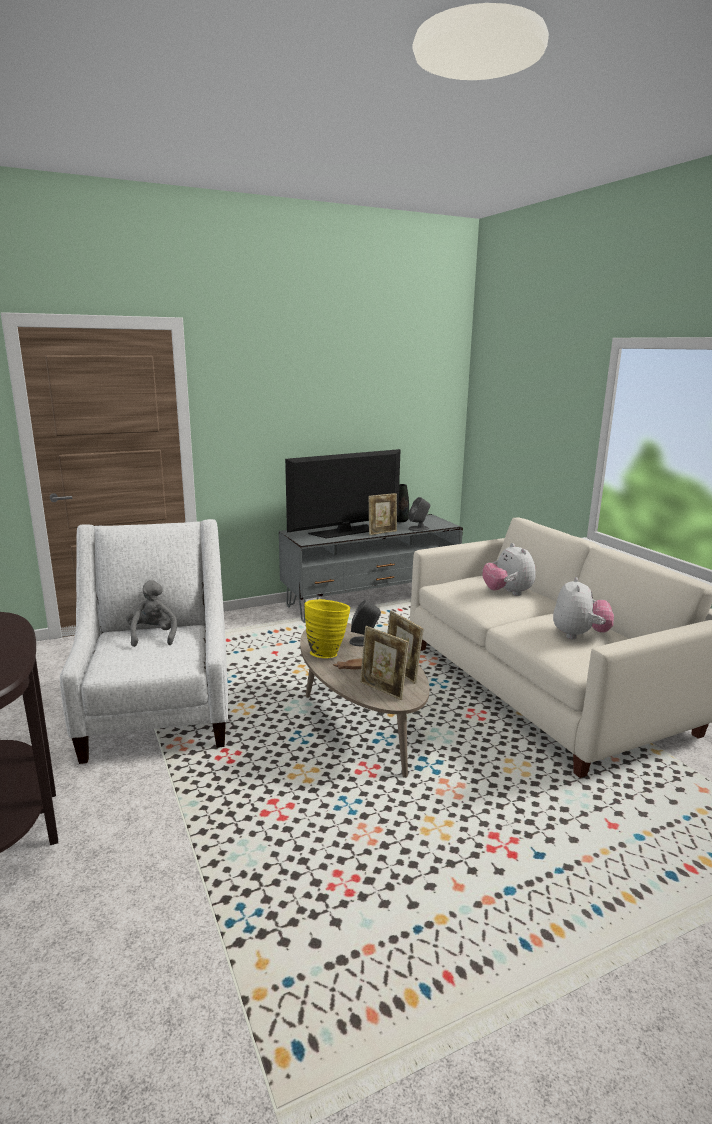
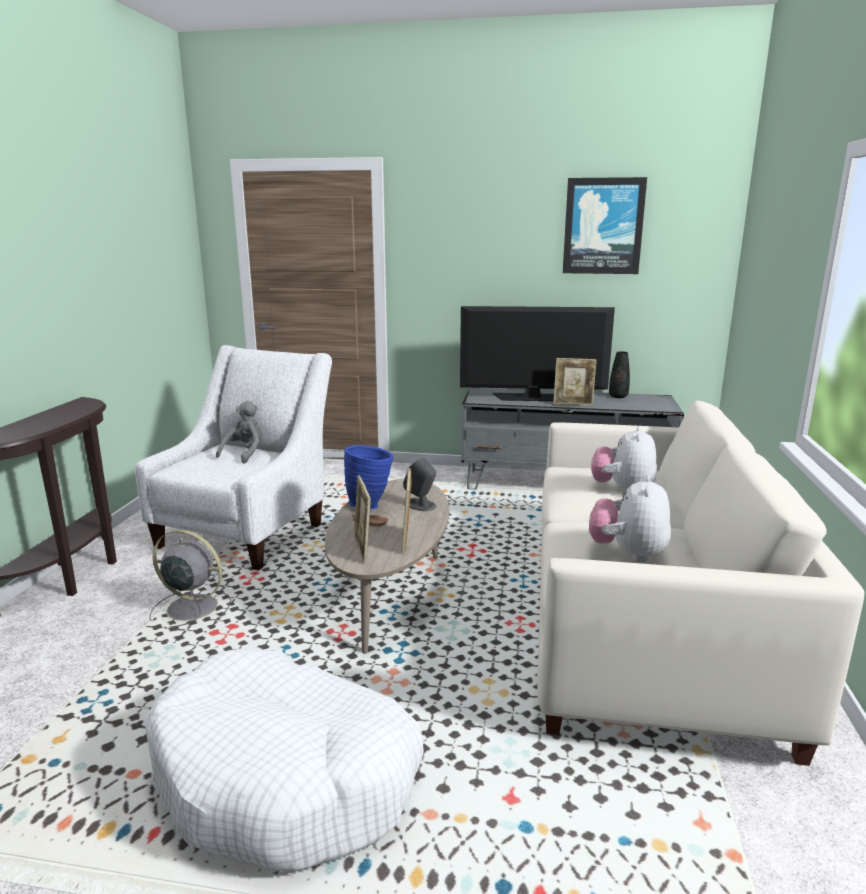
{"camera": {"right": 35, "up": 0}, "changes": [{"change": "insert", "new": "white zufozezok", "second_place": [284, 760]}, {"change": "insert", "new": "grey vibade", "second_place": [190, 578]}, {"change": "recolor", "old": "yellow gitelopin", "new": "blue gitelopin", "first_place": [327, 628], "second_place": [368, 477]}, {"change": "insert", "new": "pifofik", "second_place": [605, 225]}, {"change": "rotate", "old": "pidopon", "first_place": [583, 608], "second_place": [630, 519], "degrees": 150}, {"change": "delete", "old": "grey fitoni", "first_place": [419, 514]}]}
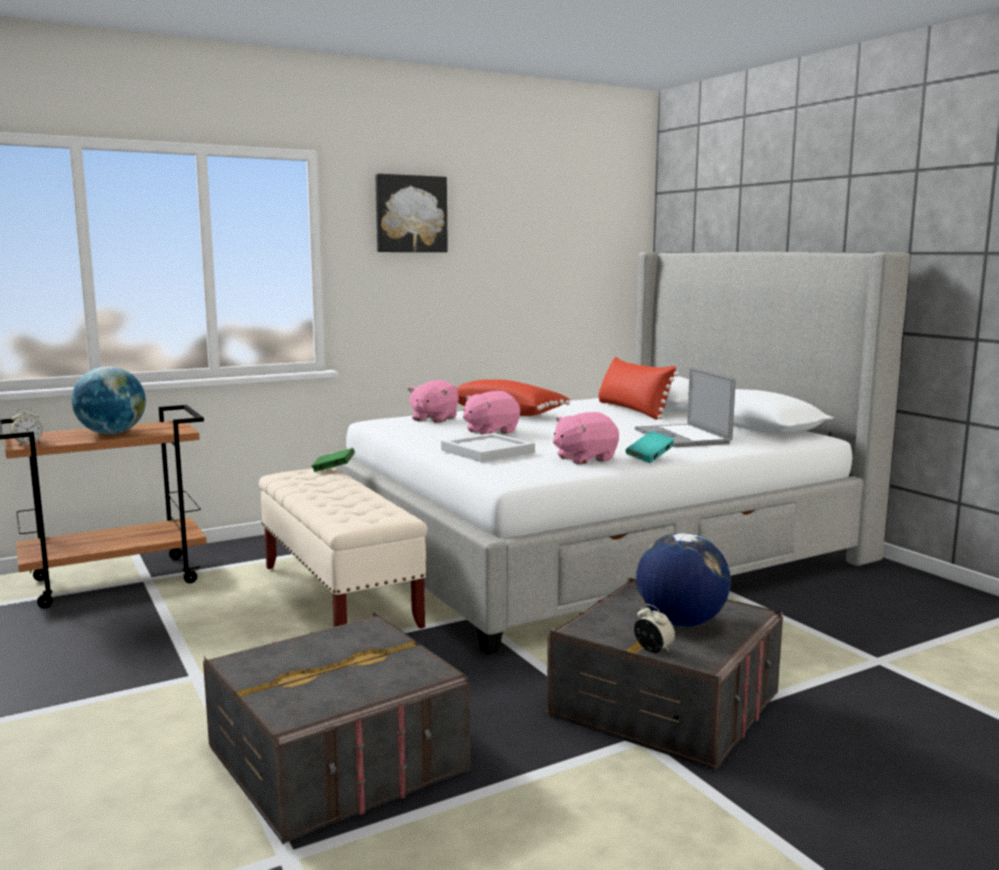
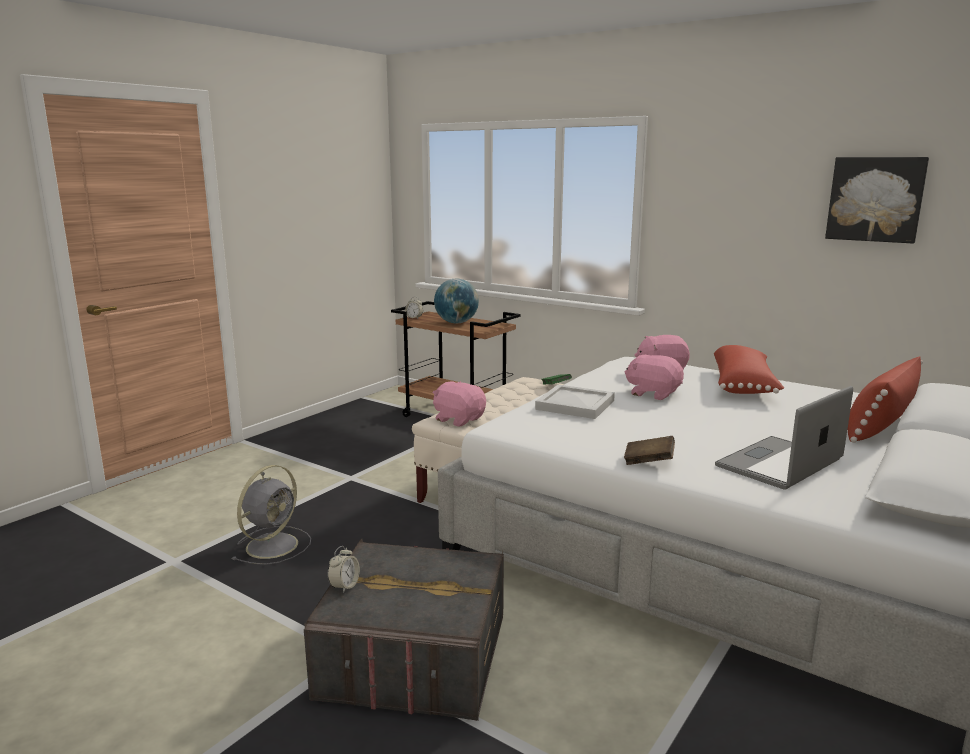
{"camera": {"right": 65, "up": 5}, "changes": [{"change": "replace", "old": "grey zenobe", "new": "grey vibade", "first_place": [336, 728], "second_place": [271, 515]}, {"change": "move", "old": "pink pidopon", "first_place": [586, 438], "second_place": [459, 404]}, {"change": "recolor", "old": "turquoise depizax", "new": "brown depizax", "first_place": [650, 447], "second_place": [649, 450]}, {"change": "move", "old": "pifofik", "first_place": [411, 213], "second_place": [877, 200]}, {"change": "delete", "old": "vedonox", "first_place": [683, 580]}]}
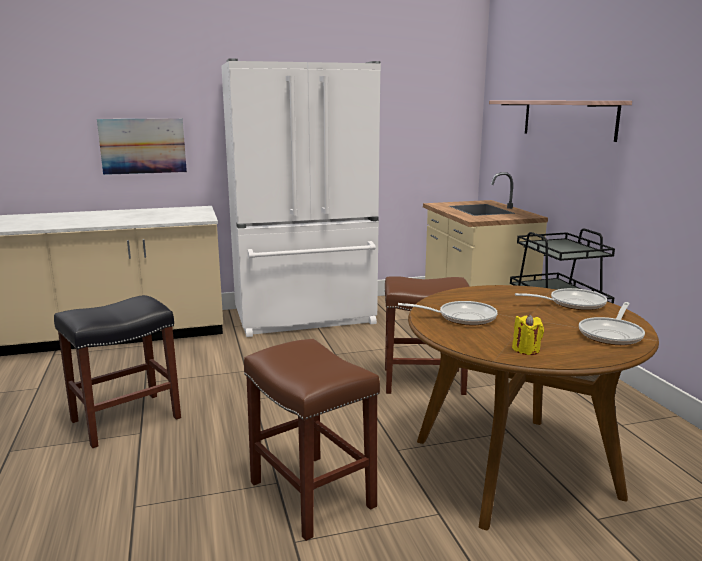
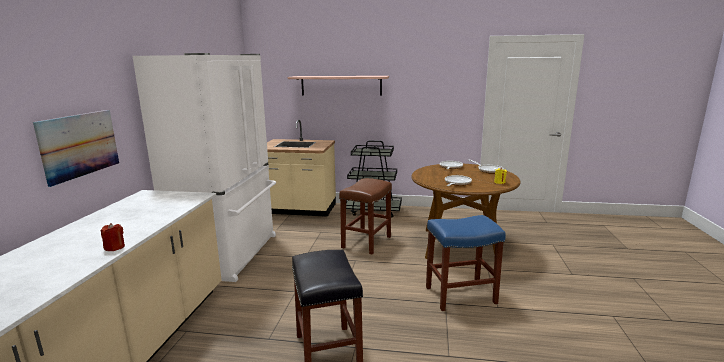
{"camera": {"right": -65, "up": 0}, "changes": [{"change": "insert", "new": "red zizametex", "second_place": [113, 237]}, {"change": "recolor", "old": "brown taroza", "new": "blue taroza", "first_place": [312, 440], "second_place": [466, 263]}]}
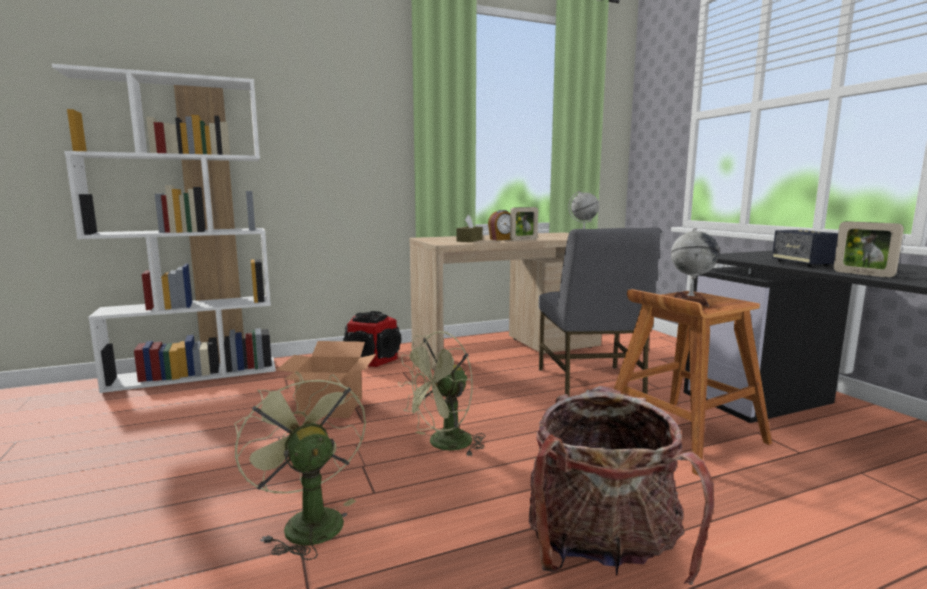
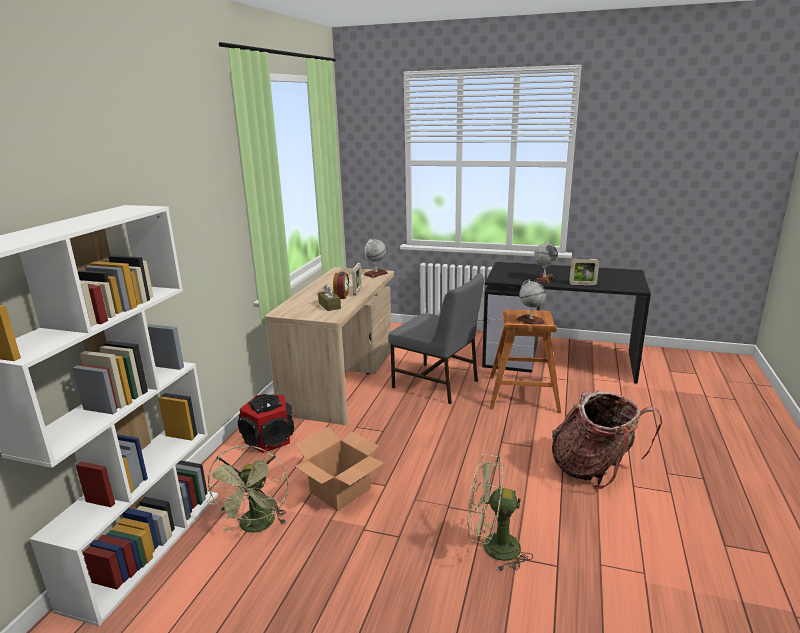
{"camera": {"right": -50, "up": 10}, "changes": [{"change": "move", "old": "green vibade", "first_place": [441, 393], "second_place": [246, 489]}, {"change": "replace", "old": "fitoni", "new": "vedonox", "first_place": [805, 248], "second_place": [546, 262]}]}
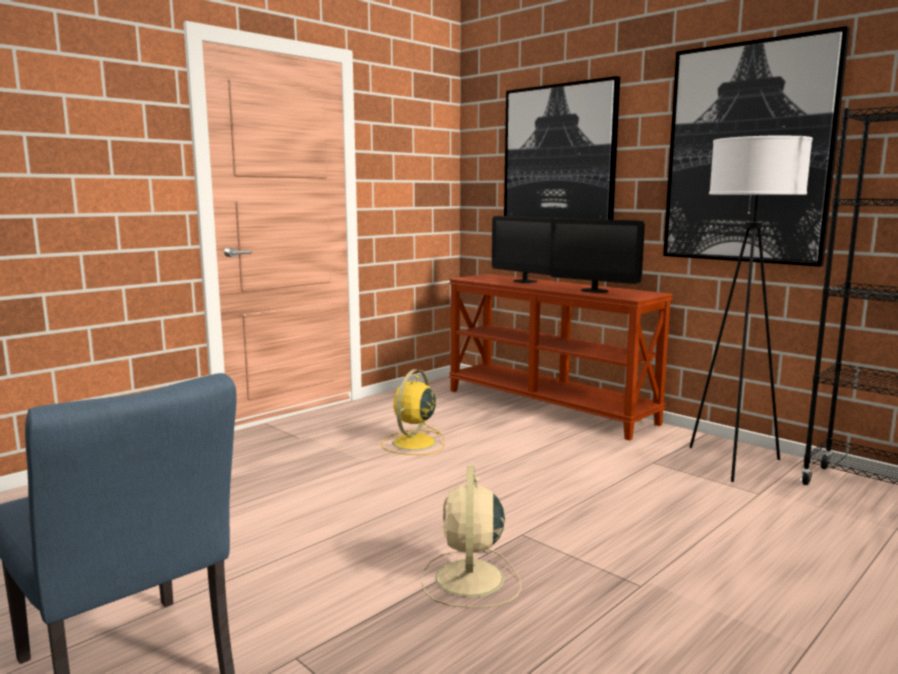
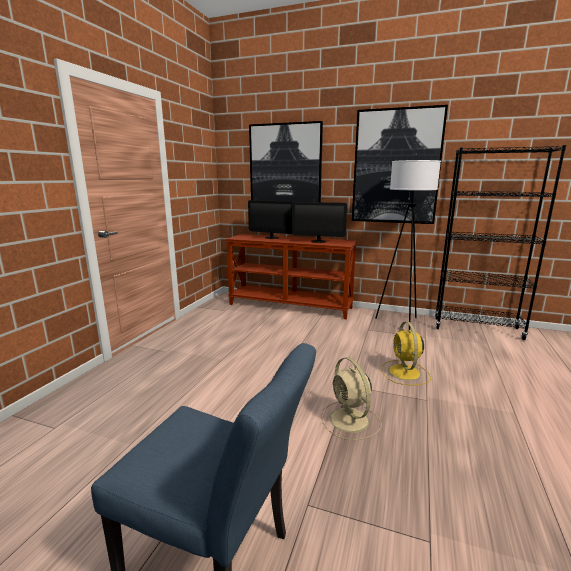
{"camera": {"right": -25, "up": 5}, "changes": [{"change": "move", "old": "yellow vibade", "first_place": [413, 412], "second_place": [406, 353]}]}
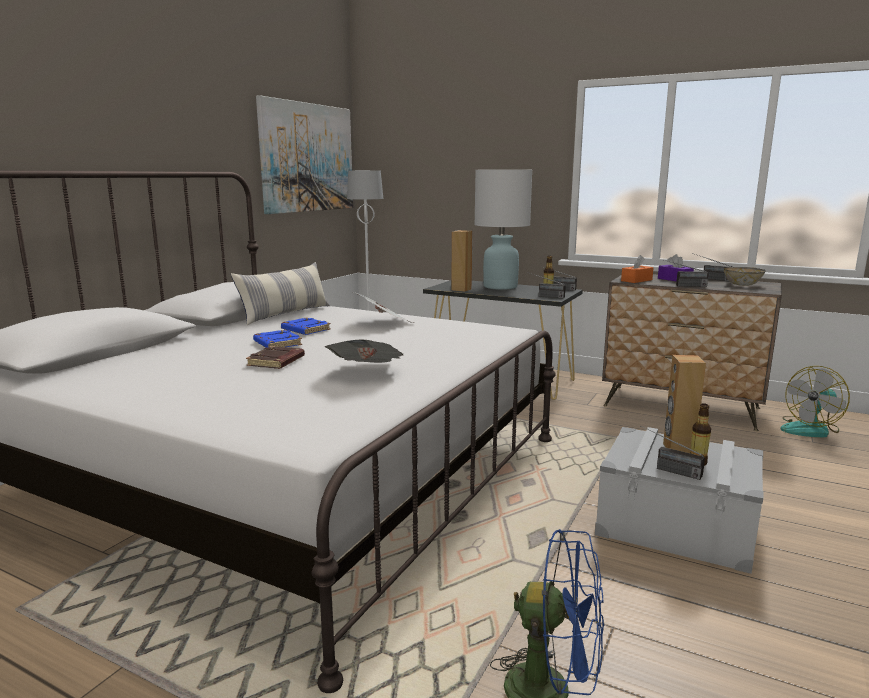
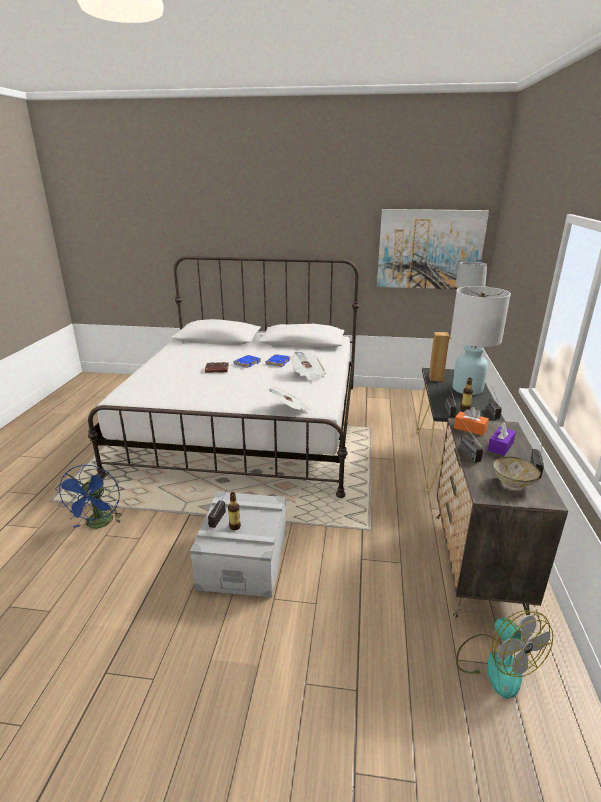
{"camera": {"right": 70, "up": 10}, "changes": [{"change": "move", "old": "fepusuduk", "first_place": [364, 351], "second_place": [289, 399]}, {"change": "rotate", "old": "vibade", "first_place": [815, 401], "second_place": [504, 654], "degrees": -150}, {"change": "delete", "old": "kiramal", "first_place": [280, 293]}, {"change": "delete", "old": "brown fitoni", "first_place": [684, 404]}]}
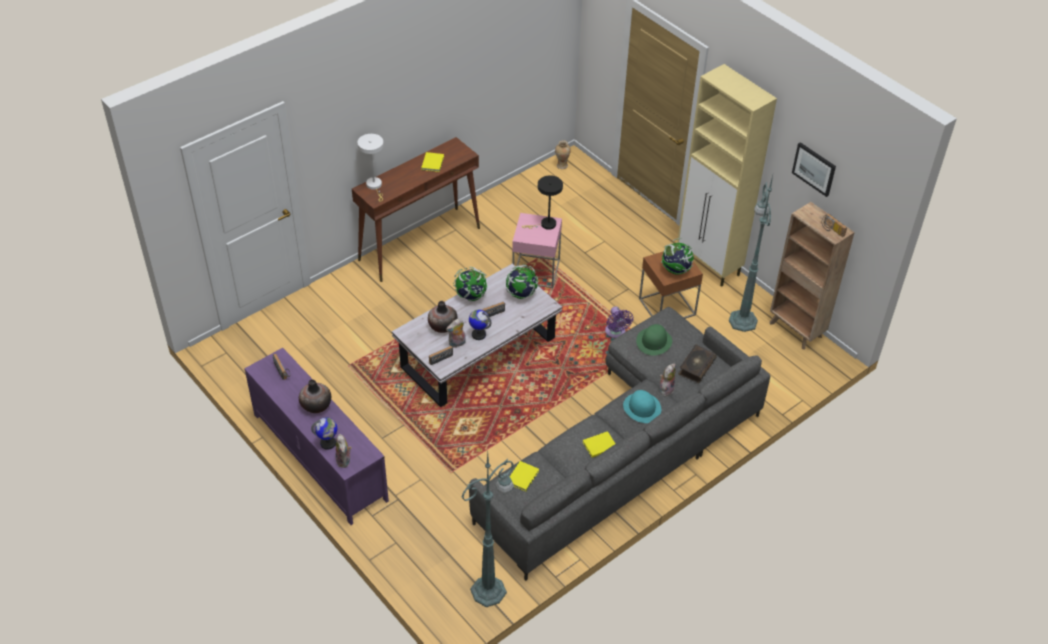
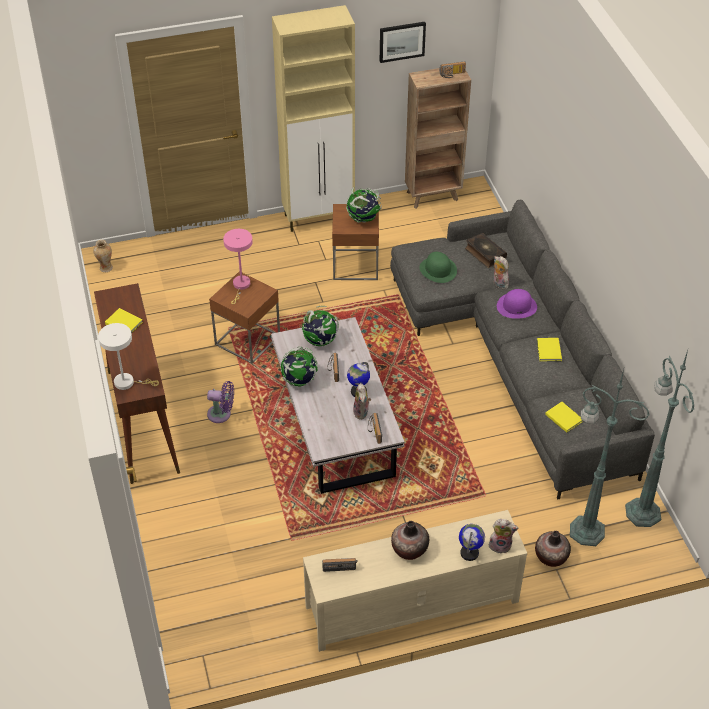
{"camera": {"right": -65, "up": 0}, "changes": [{"change": "move", "old": "purple vibade", "first_place": [619, 322], "second_place": [220, 402]}, {"change": "recolor", "old": "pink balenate", "new": "brown balenate", "first_place": [537, 250], "second_place": [244, 317]}, {"change": "recolor", "old": "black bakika", "new": "pink bakika", "first_place": [542, 202], "second_place": [238, 266]}, {"change": "recolor", "old": "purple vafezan", "new": "beige vafezan", "first_place": [316, 436], "second_place": [415, 581]}, {"change": "recolor", "old": "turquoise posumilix", "new": "purple posumilix", "first_place": [642, 406], "second_place": [517, 304]}, {"change": "move", "old": "gitelopin", "first_place": [443, 317], "second_place": [553, 549]}, {"change": "move", "old": "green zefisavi", "first_place": [751, 253], "second_place": [610, 457]}]}
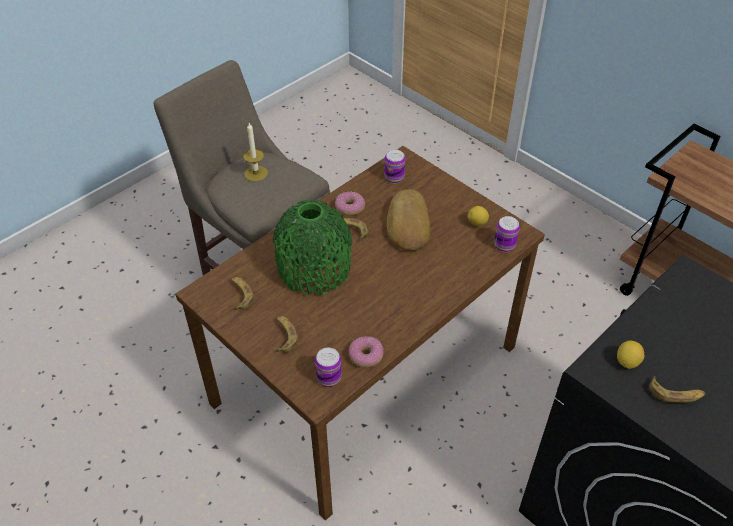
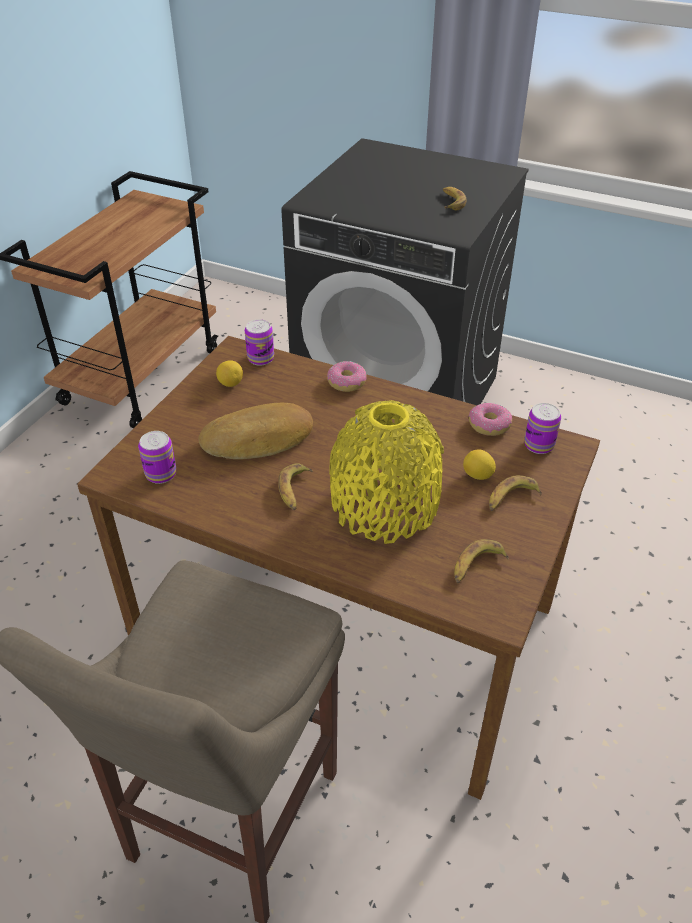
{"camera": {"right": -110, "up": -5}, "changes": [{"change": "move", "old": "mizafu", "first_place": [350, 203], "second_place": [347, 376]}, {"change": "recolor", "old": "green gitelopin", "new": "yellow gitelopin", "first_place": [312, 247], "second_place": [386, 472]}, {"change": "move", "old": "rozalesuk", "first_place": [630, 355], "second_place": [479, 464]}, {"change": "delete", "old": "zizametex", "first_place": [255, 152]}]}
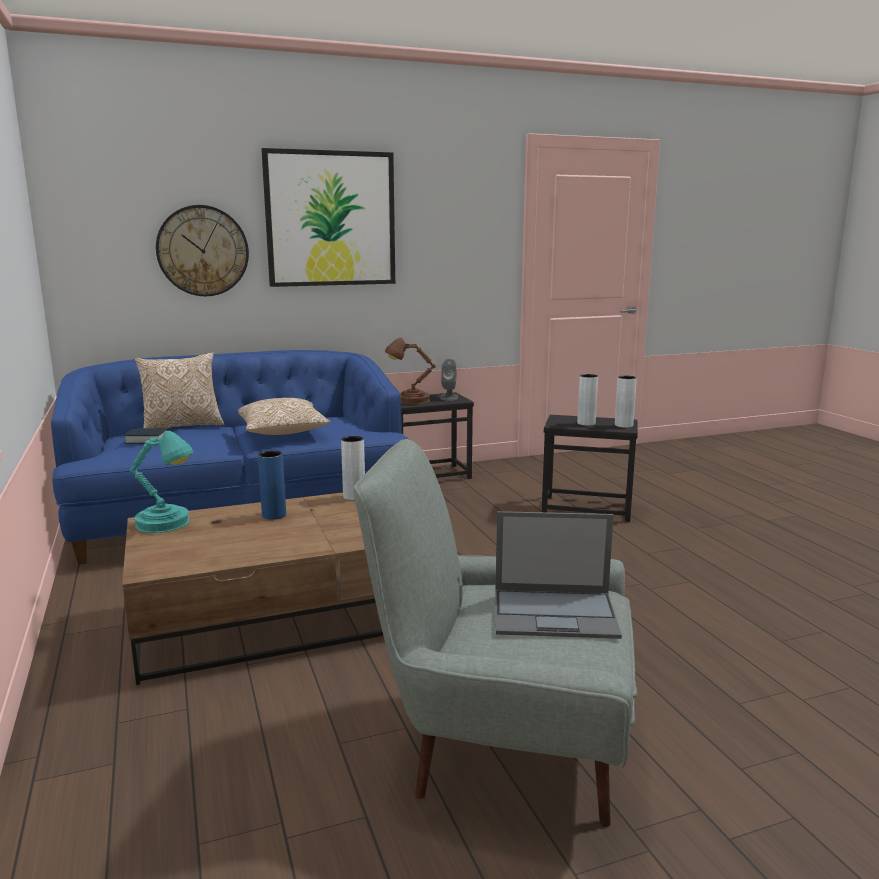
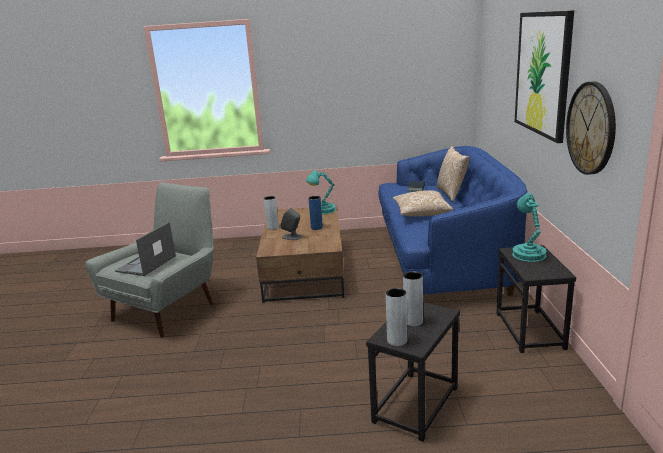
{"camera": {"right": 110, "up": 5}, "changes": [{"change": "move", "old": "grey gitelopin", "first_place": [353, 468], "second_place": [271, 213]}, {"change": "move", "old": "grey fitoni", "first_place": [449, 380], "second_place": [291, 224]}, {"change": "recolor", "old": "brown bakika", "new": "turquoise bakika", "first_place": [410, 371], "second_place": [529, 227]}, {"change": "move", "old": "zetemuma", "first_place": [202, 250], "second_place": [591, 128]}]}
